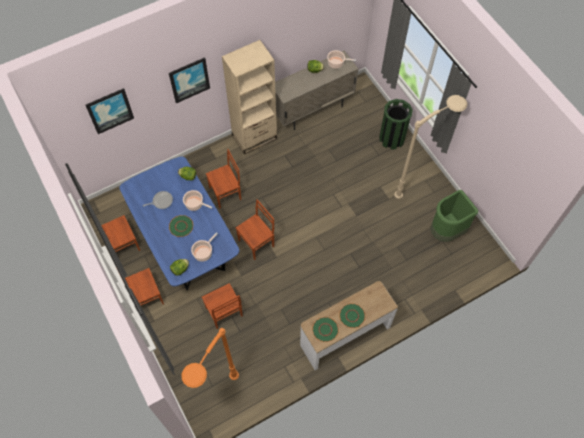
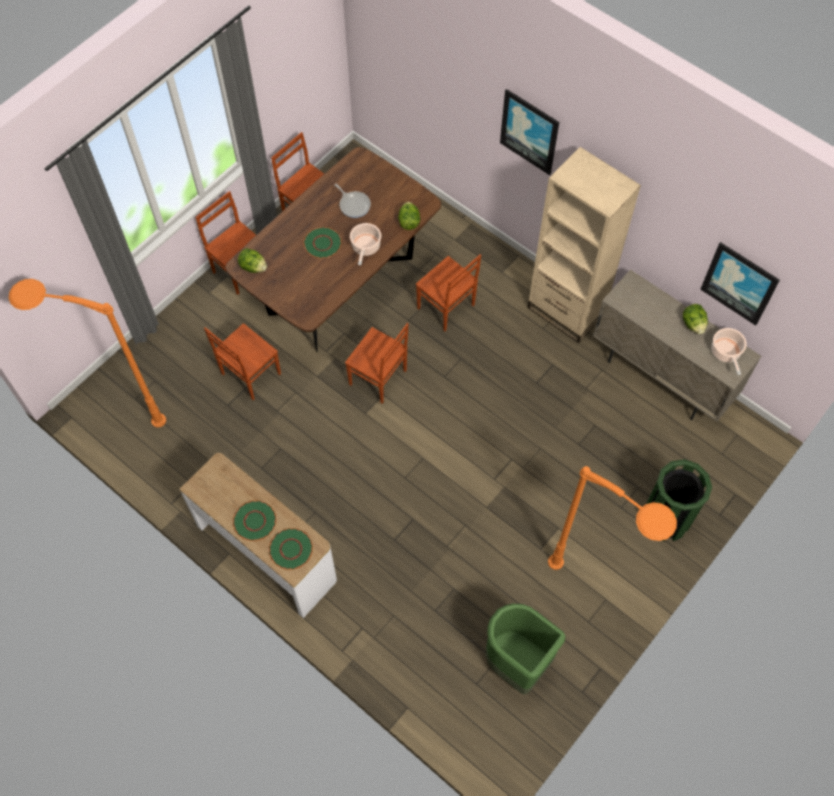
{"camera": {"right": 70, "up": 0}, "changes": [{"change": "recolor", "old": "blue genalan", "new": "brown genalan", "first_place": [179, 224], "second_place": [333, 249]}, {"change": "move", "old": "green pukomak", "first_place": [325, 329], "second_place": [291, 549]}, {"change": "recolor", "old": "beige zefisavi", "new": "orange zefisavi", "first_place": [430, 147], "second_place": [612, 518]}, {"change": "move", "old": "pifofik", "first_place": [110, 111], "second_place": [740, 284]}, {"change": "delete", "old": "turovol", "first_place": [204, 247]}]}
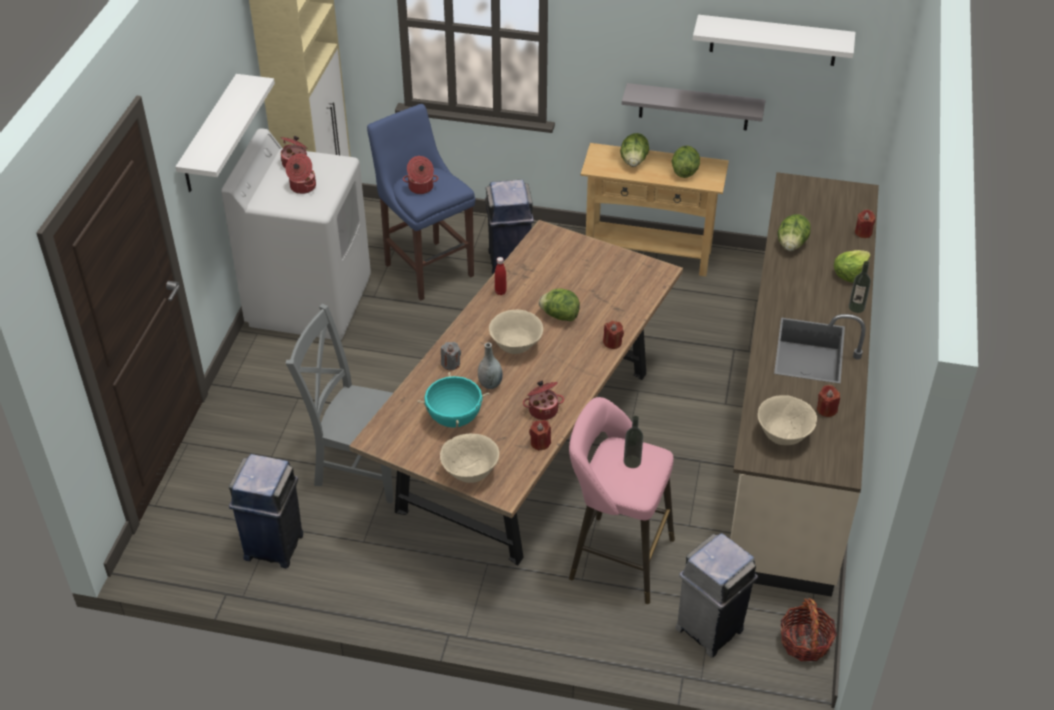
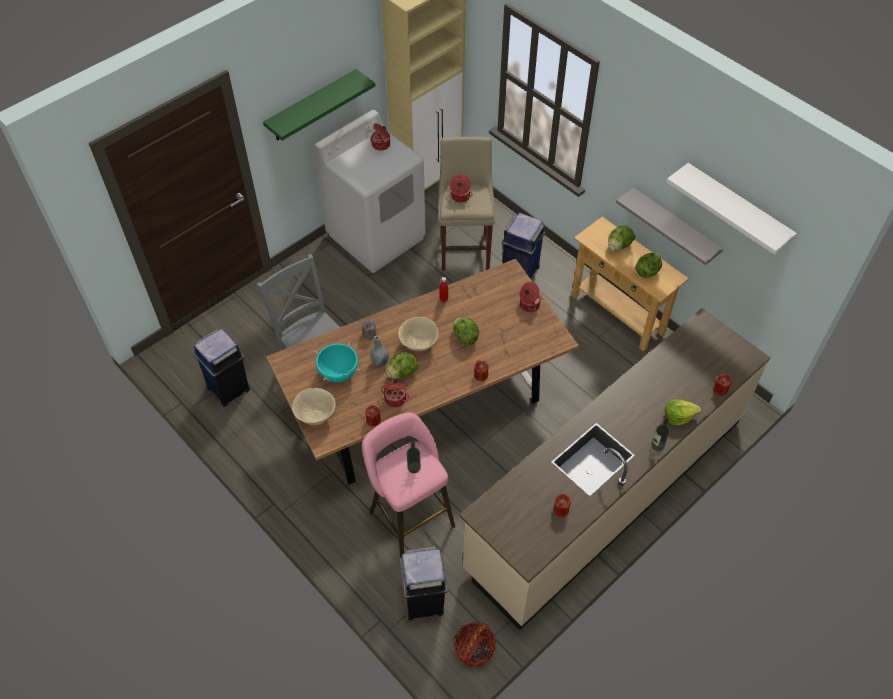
{"camera": {"right": 35, "up": 10}, "changes": [{"change": "recolor", "old": "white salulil", "new": "green salulil", "first_place": [225, 133], "second_place": [319, 105]}, {"change": "move", "old": "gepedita", "first_place": [794, 232], "second_place": [403, 365]}, {"change": "recolor", "old": "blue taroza", "new": "beige taroza", "first_place": [421, 202], "second_place": [466, 204]}, {"change": "move", "old": "turovol", "first_place": [301, 173], "second_place": [530, 297]}, {"change": "delete", "old": "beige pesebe", "first_place": [787, 420]}]}
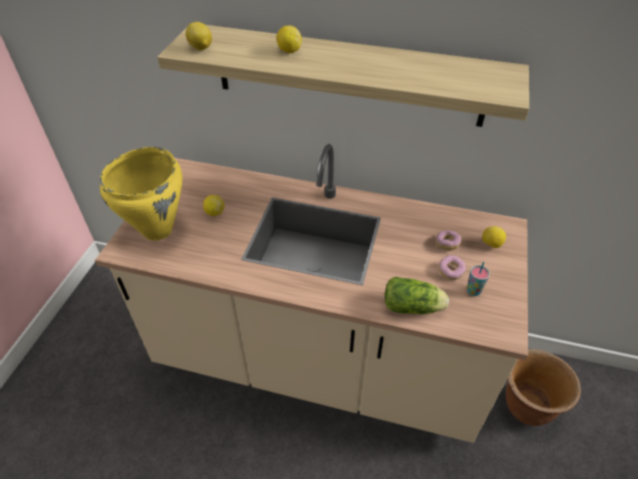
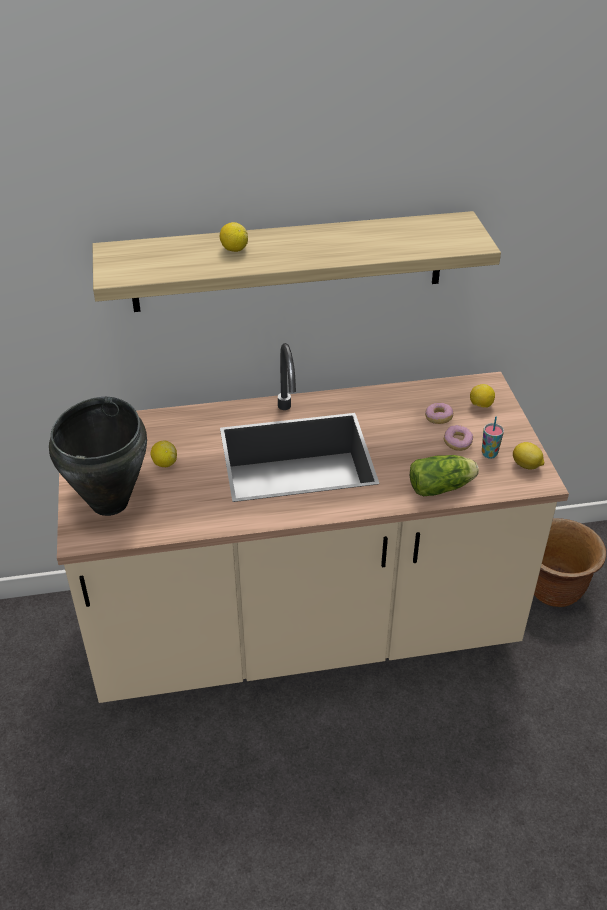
{"camera": {"right": -25, "up": -5}, "changes": [{"change": "recolor", "old": "yellow turovol", "new": "black turovol", "first_place": [141, 194], "second_place": [98, 456]}, {"change": "move", "old": "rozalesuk", "first_place": [199, 36], "second_place": [528, 456]}]}
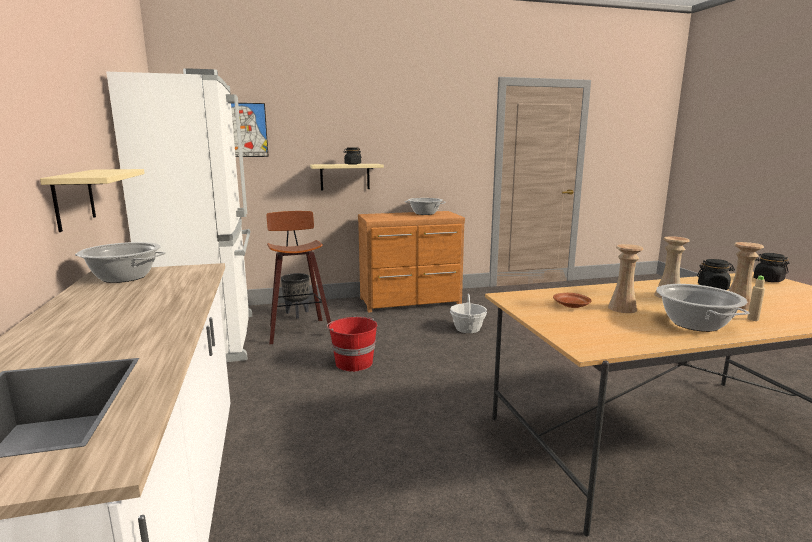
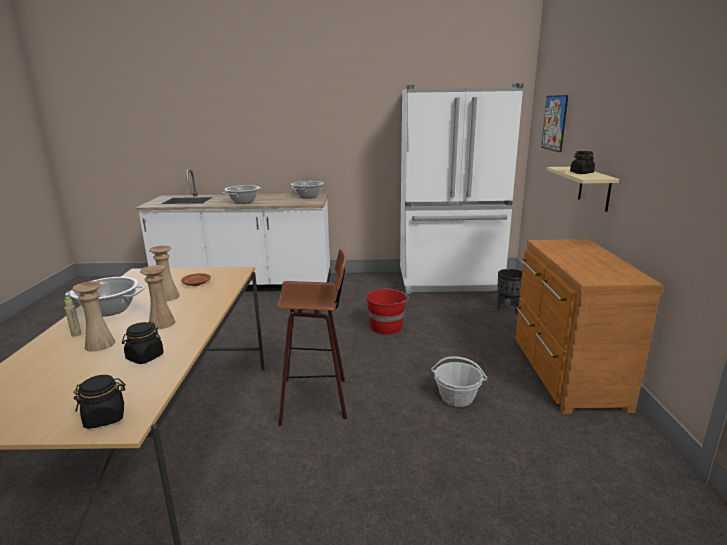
{"camera": {"right": 105, "up": 5}, "changes": [{"change": "move", "old": "turovol", "first_place": [425, 206], "second_place": [242, 194]}, {"change": "move", "old": "taroza", "first_place": [298, 278], "second_place": [312, 337]}, {"change": "delete", "old": "beige salulil", "first_place": [92, 200]}]}
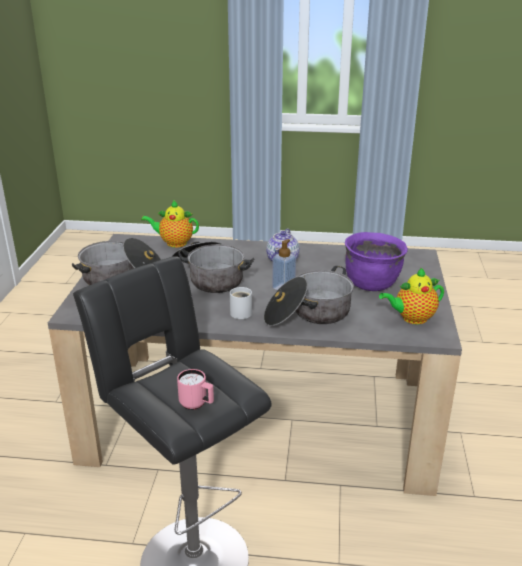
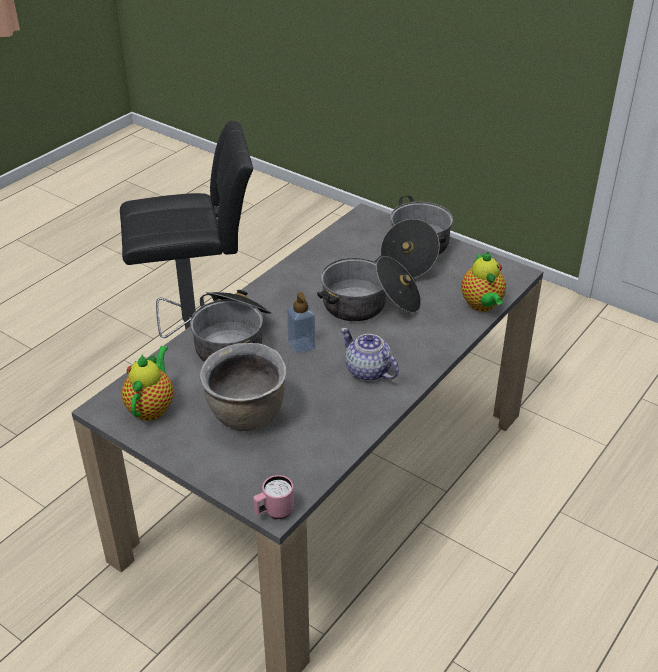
{"camera": {"right": 120, "up": 10}, "changes": [{"change": "recolor", "old": "purple turovol", "new": "brown turovol", "first_place": [376, 261], "second_place": [243, 387]}, {"change": "move", "old": "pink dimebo", "first_place": [195, 389], "second_place": [273, 497]}, {"change": "rotate", "old": "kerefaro", "first_place": [170, 224], "second_place": [483, 282], "degrees": 135}, {"change": "delete", "old": "white dimebo", "first_place": [241, 303]}]}
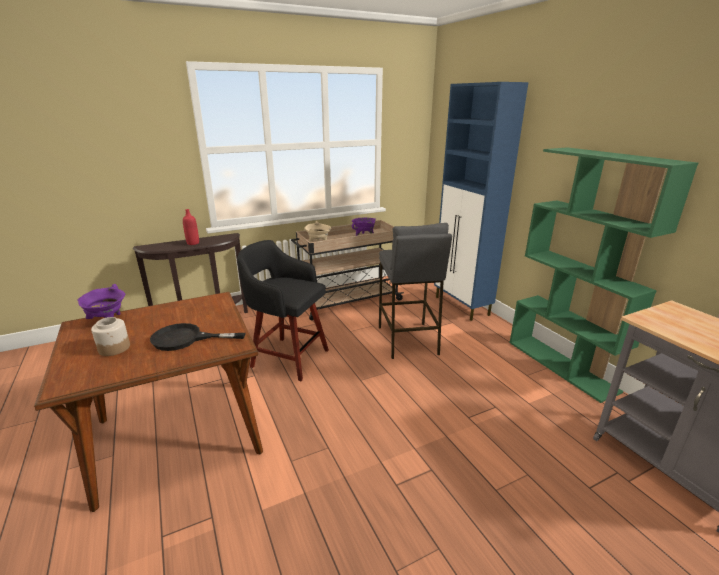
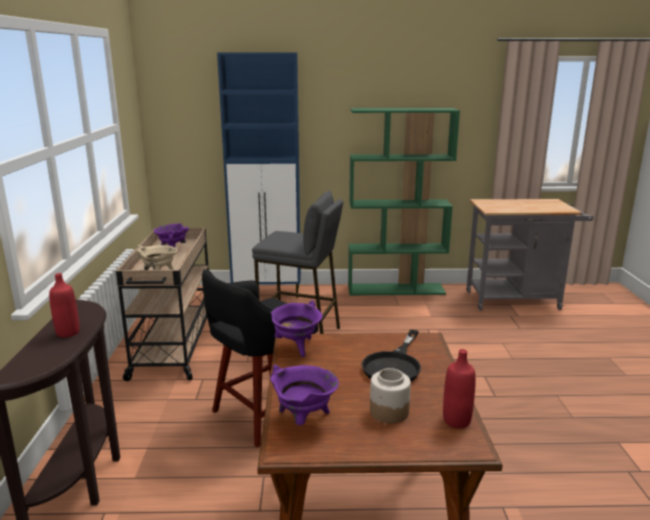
{"camera": {"right": -65, "up": -5}, "changes": [{"change": "insert", "new": "purple turovol", "second_place": [297, 328]}, {"change": "insert", "new": "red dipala", "second_place": [459, 388]}]}
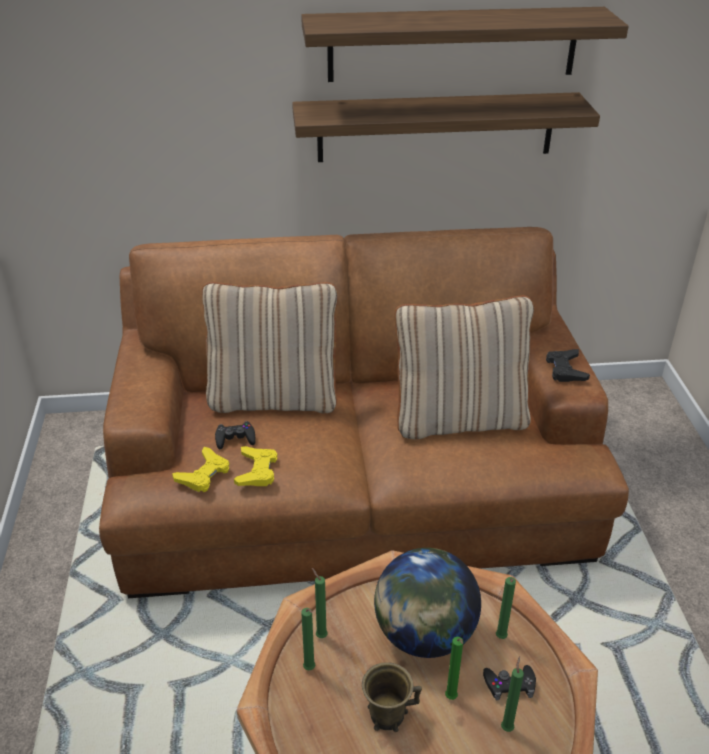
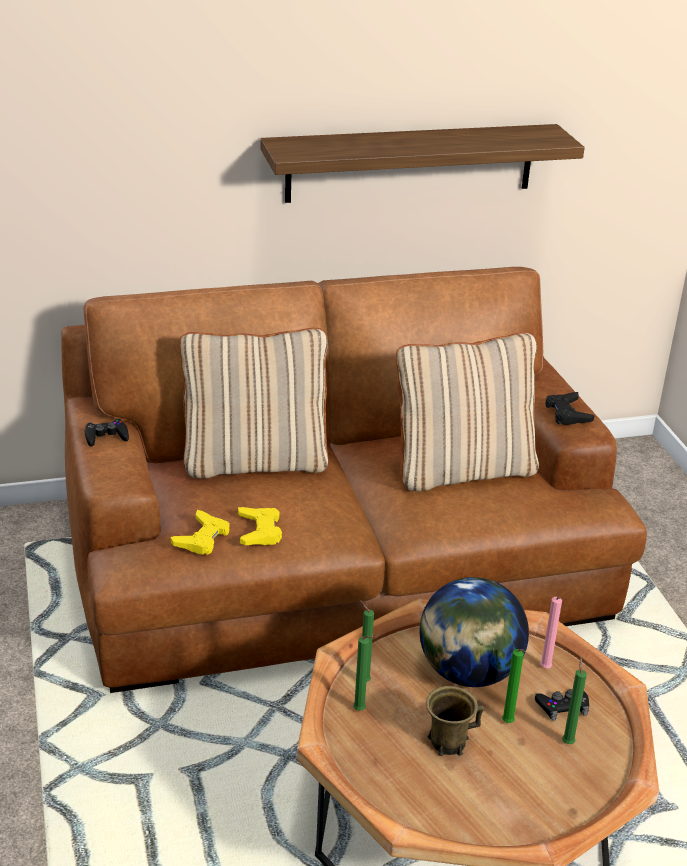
{"camera": {"right": -10, "up": -5}, "changes": [{"change": "move", "old": "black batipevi", "first_place": [235, 435], "second_place": [107, 432]}, {"change": "recolor", "old": "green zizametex", "new": "pink zizametex", "first_place": [506, 608], "second_place": [551, 632]}, {"change": "delete", "old": "salulil", "first_place": [465, 44]}]}
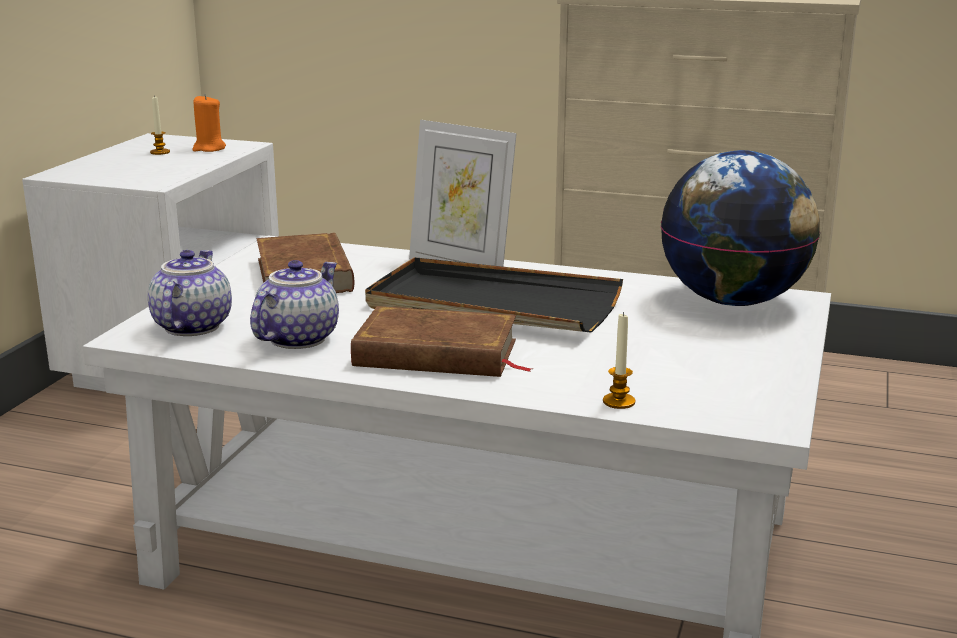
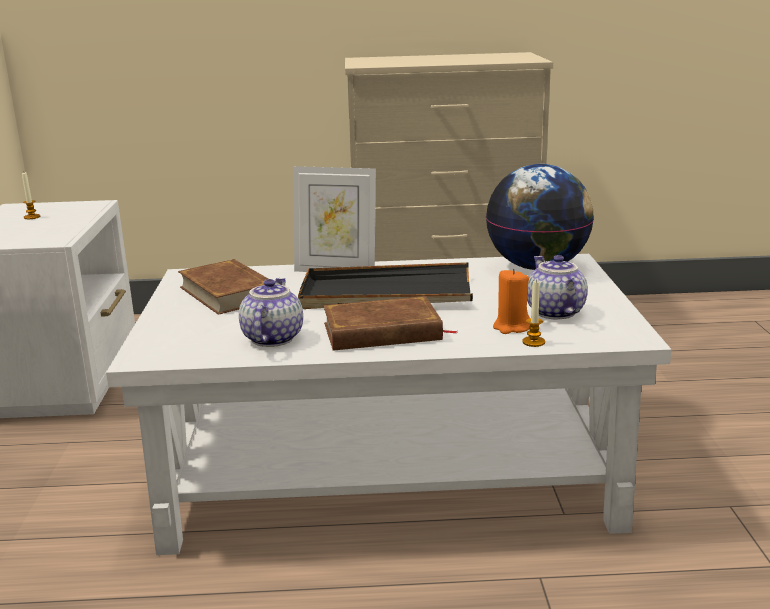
{"camera": {"right": -20, "up": 0}, "changes": [{"change": "move", "old": "orange zizametex", "first_place": [209, 123], "second_place": [511, 301]}, {"change": "move", "old": "kerefaro", "first_place": [190, 293], "second_place": [557, 287]}]}
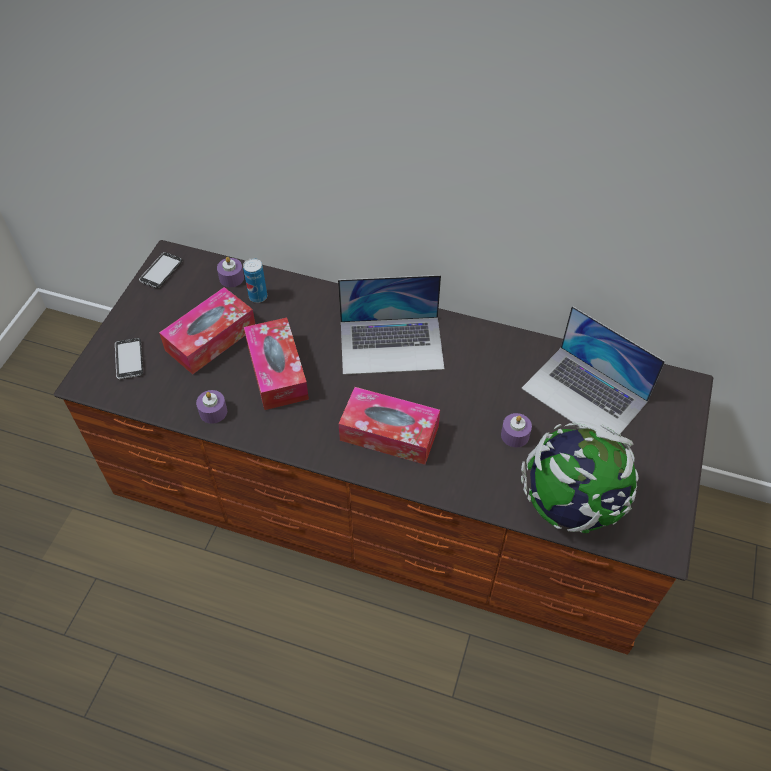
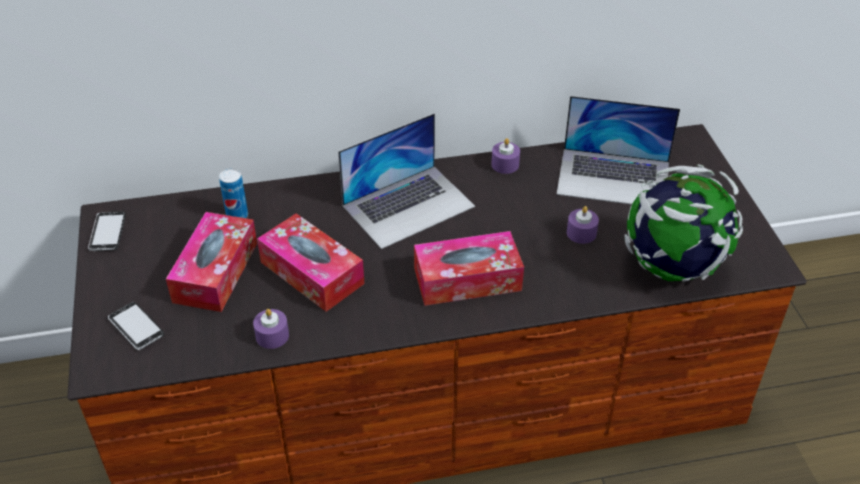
{"camera": {"right": -30, "up": -10}, "changes": [{"change": "move", "old": "purple zizametex", "first_place": [230, 272], "second_place": [505, 156]}]}
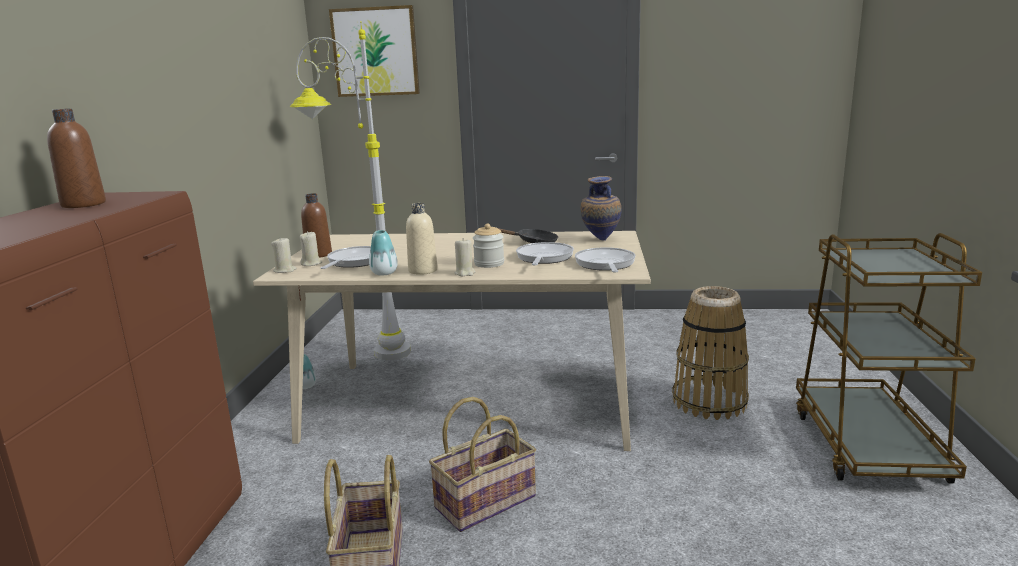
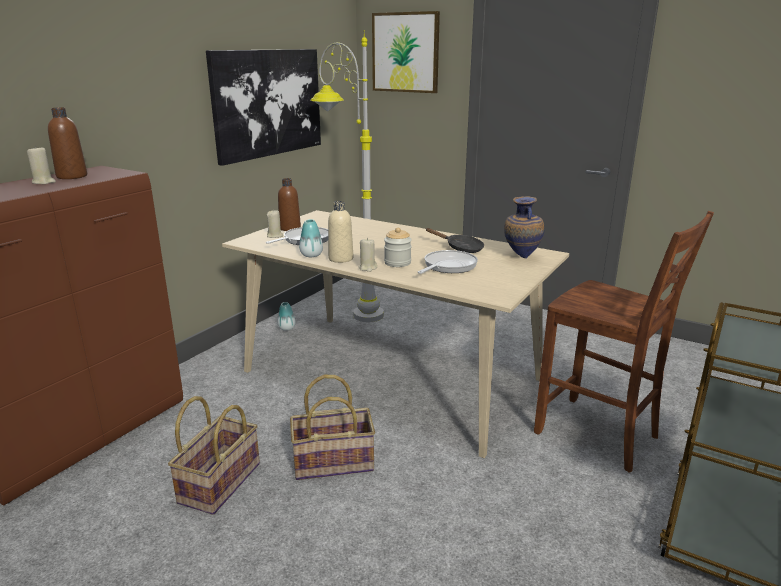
{"camera": {"right": 25, "up": 5}, "changes": [{"change": "move", "old": "beige zizametex", "first_place": [284, 255], "second_place": [41, 164]}, {"change": "insert", "new": "pifofik", "second_place": [263, 107]}, {"change": "replace", "old": "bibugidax", "new": "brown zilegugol", "first_place": [710, 353], "second_place": [624, 342]}, {"change": "delete", "old": "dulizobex", "first_place": [605, 260]}]}
